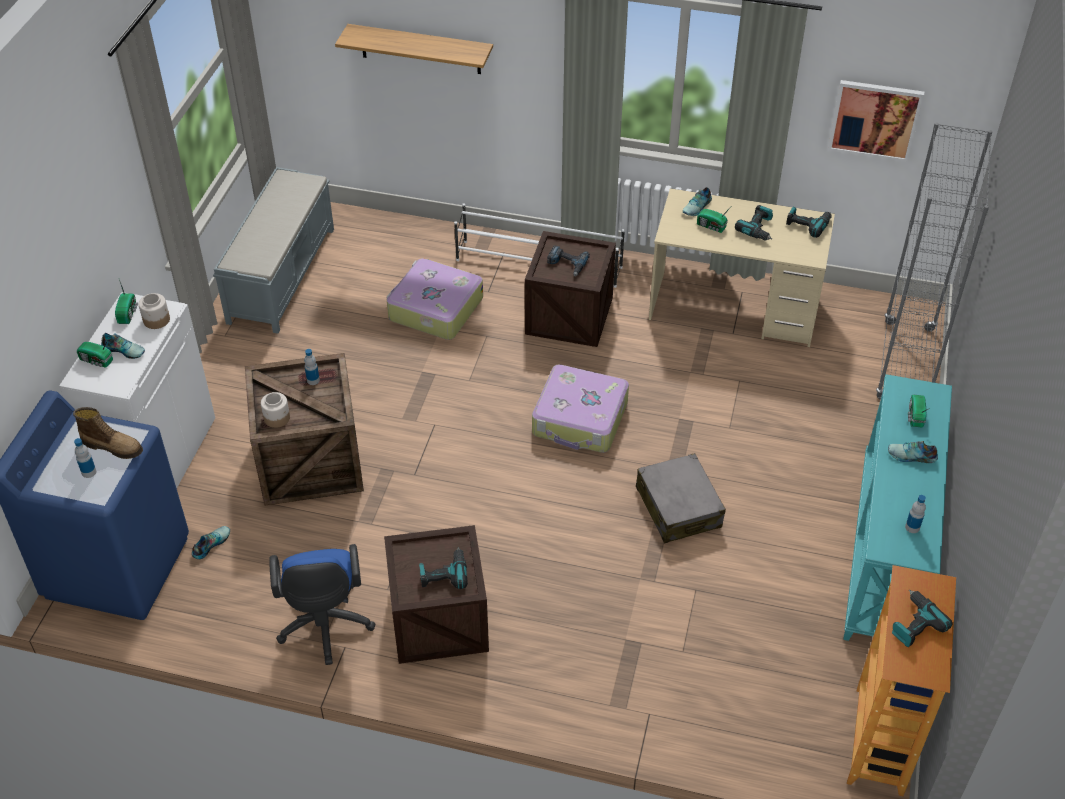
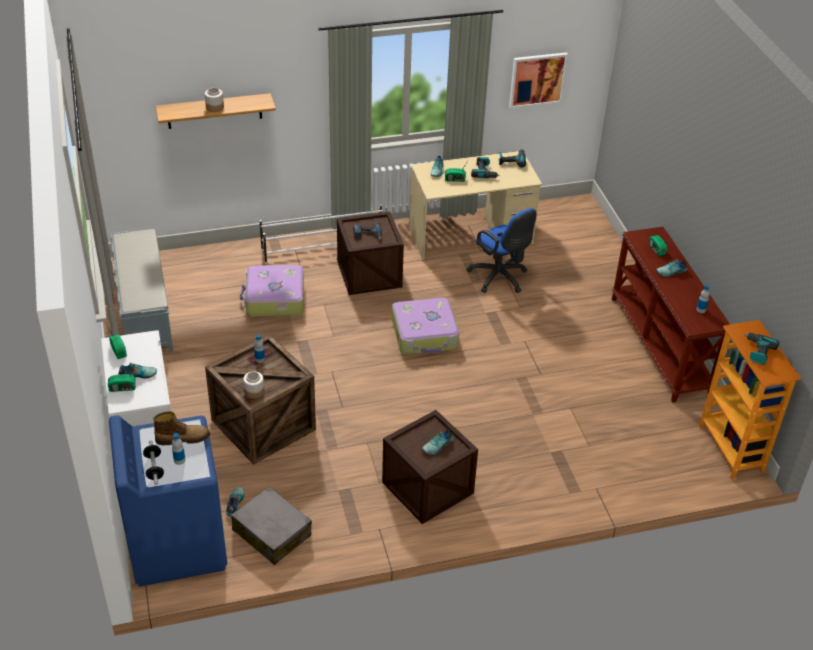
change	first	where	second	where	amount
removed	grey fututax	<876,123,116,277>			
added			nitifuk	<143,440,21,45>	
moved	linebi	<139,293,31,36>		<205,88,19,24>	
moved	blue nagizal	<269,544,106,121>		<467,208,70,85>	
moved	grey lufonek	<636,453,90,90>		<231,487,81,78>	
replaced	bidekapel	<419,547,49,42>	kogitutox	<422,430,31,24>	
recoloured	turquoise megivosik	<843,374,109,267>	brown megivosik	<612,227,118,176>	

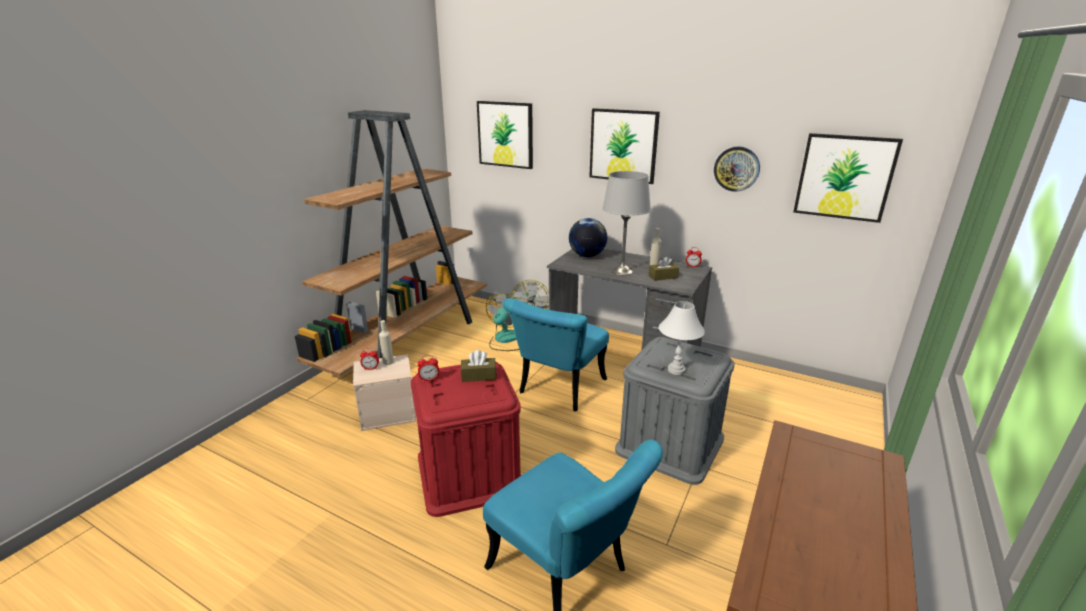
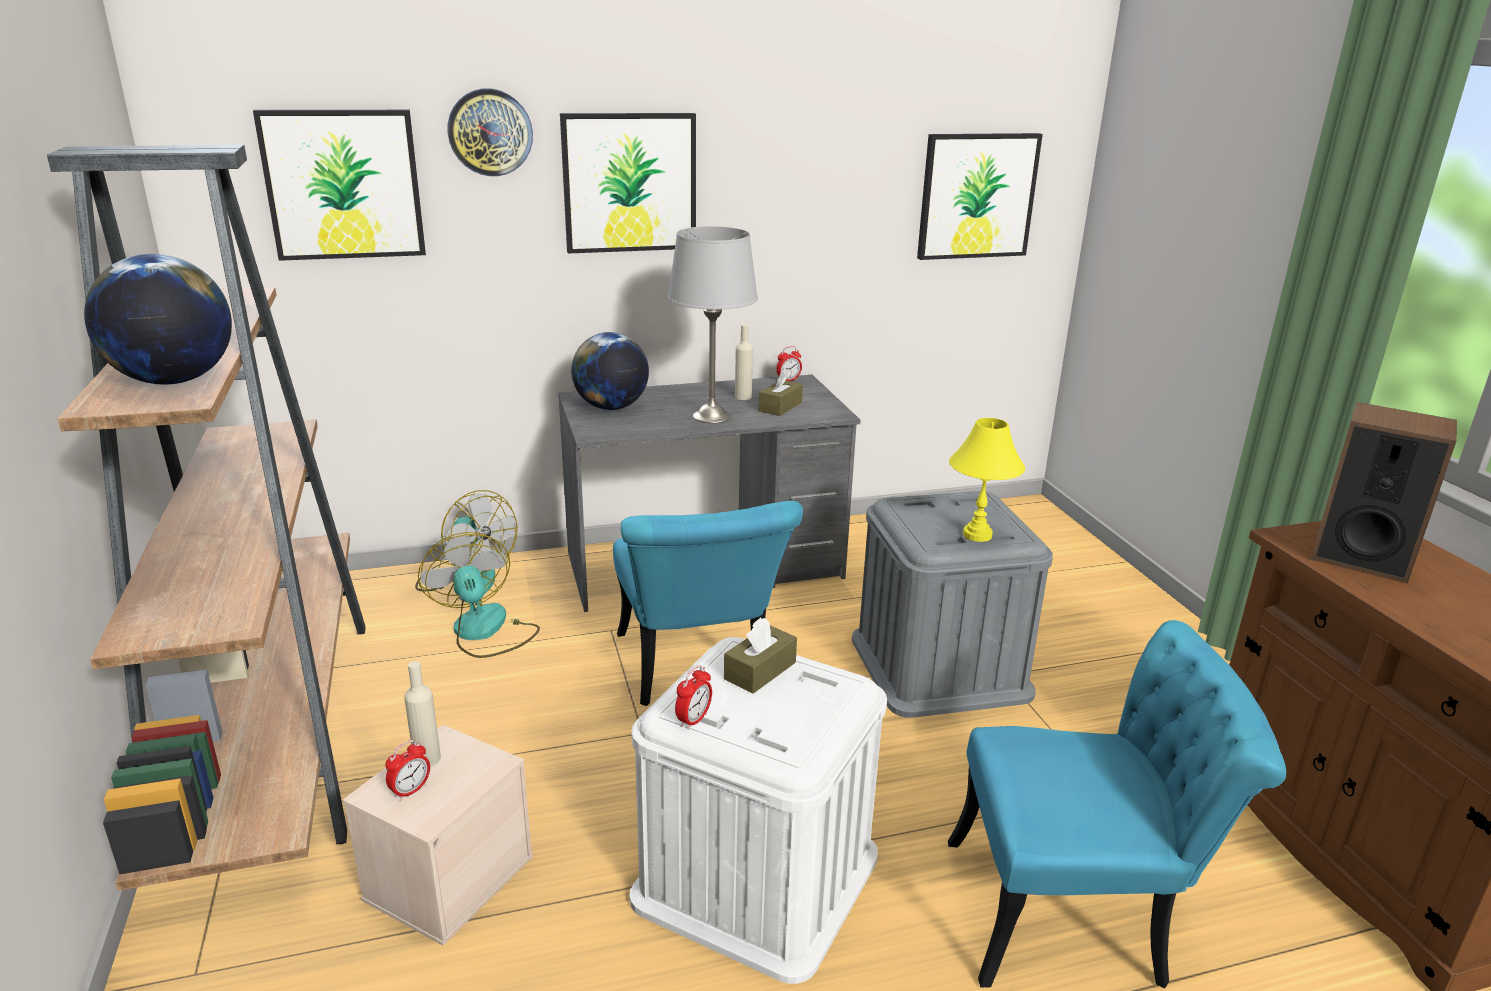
change	first	where	second	where	amount
added			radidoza	<84,254,148,131>	
added			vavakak	<1311,402,146,182>	
moved	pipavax	<714,146,46,46>		<448,89,85,87>	
recoloured	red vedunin	<411,361,110,156>	white vedunin	<629,637,258,347>	
recoloured	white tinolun	<659,301,46,74>	yellow tinolun	<949,418,76,124>	

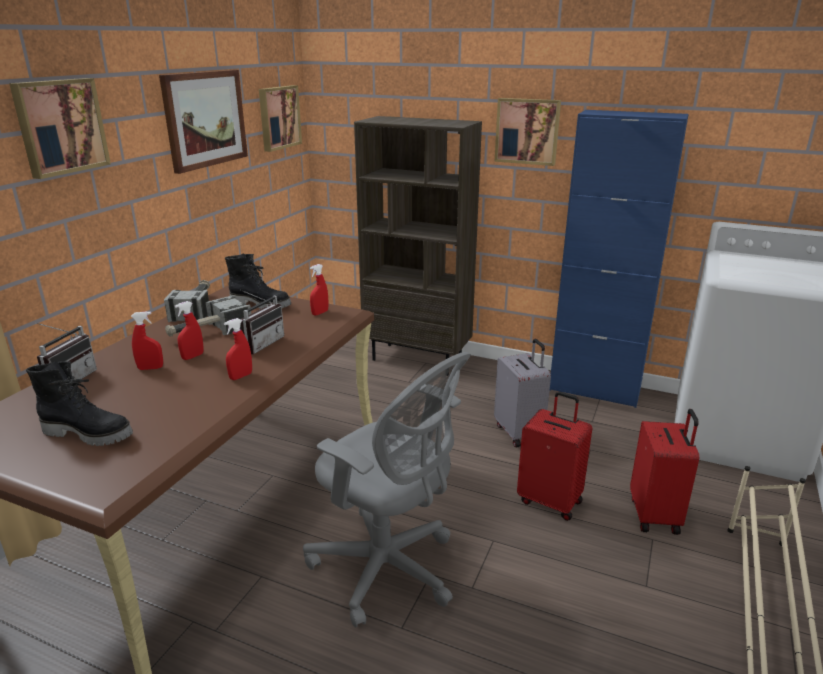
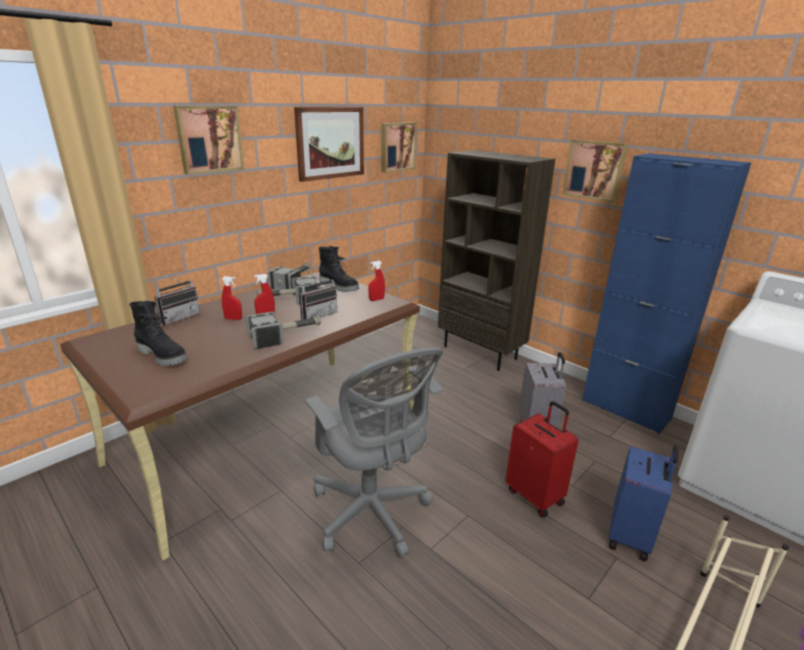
change	first	where	second	where	amount
replaced	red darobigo	<224,318,28,62>	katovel	<245,312,76,37>	
recoloured	red lufonek	<630,409,69,126>	blue lufonek	<609,445,69,116>	

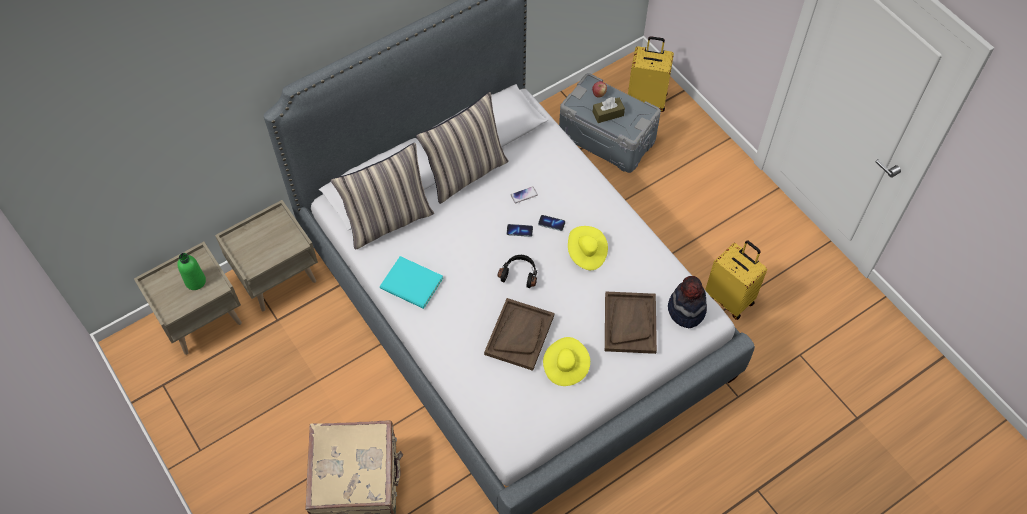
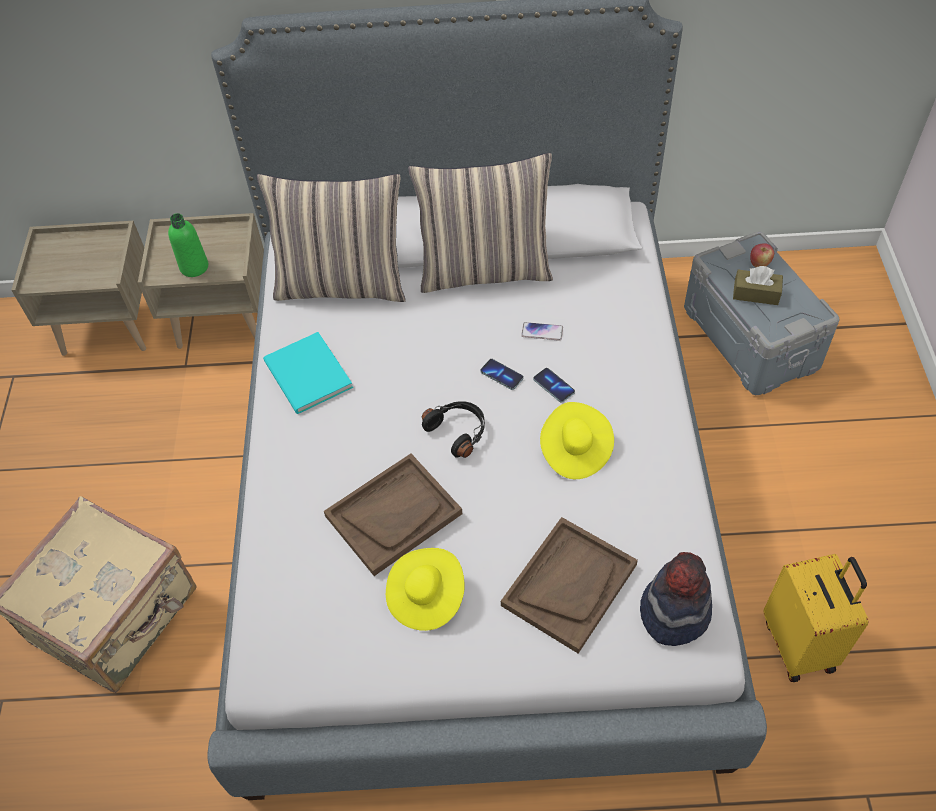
change	first	where	second	where	amount
removed	yellow lufonek	<628,36,46,76>			
moved	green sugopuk	<177,253,29,37>		<168,213,40,64>	

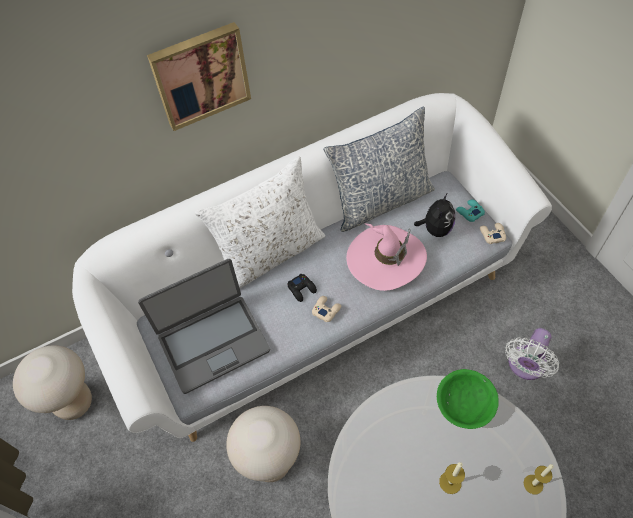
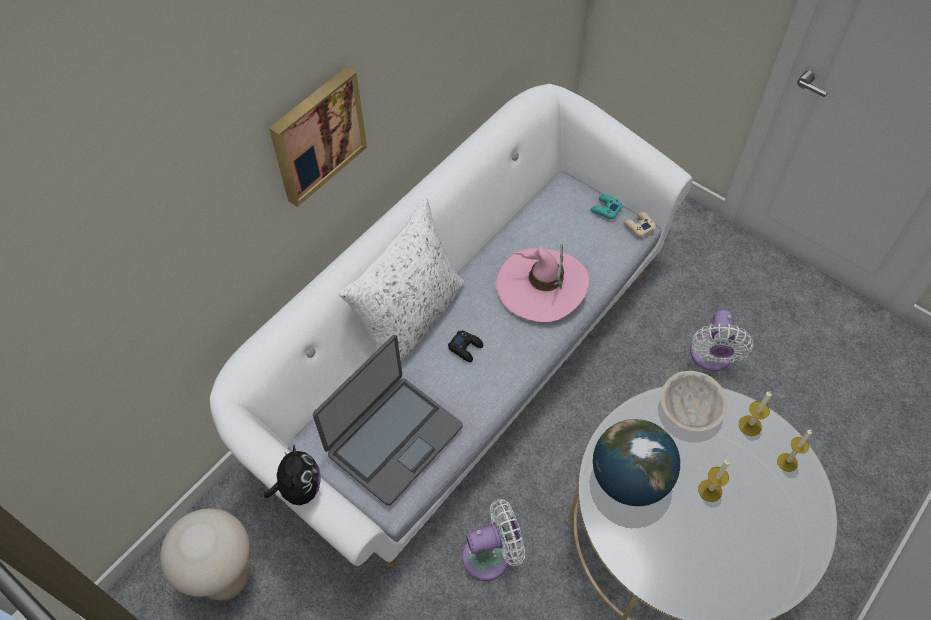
change	first	where	second	where	amount
removed	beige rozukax	<312,296,29,27>			
removed	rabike	<323,107,112,125>			
added			radidoza	<593,419,87,87>	
added			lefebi	<739,391,33,45>	
moved	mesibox	<414,194,41,43>		<264,444,57,61>	
replaced	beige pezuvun	<226,406,74,76>	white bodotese	<462,499,63,82>	
recoloured	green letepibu	<437,369,62,60>	beige letepibu	<660,371,67,61>	

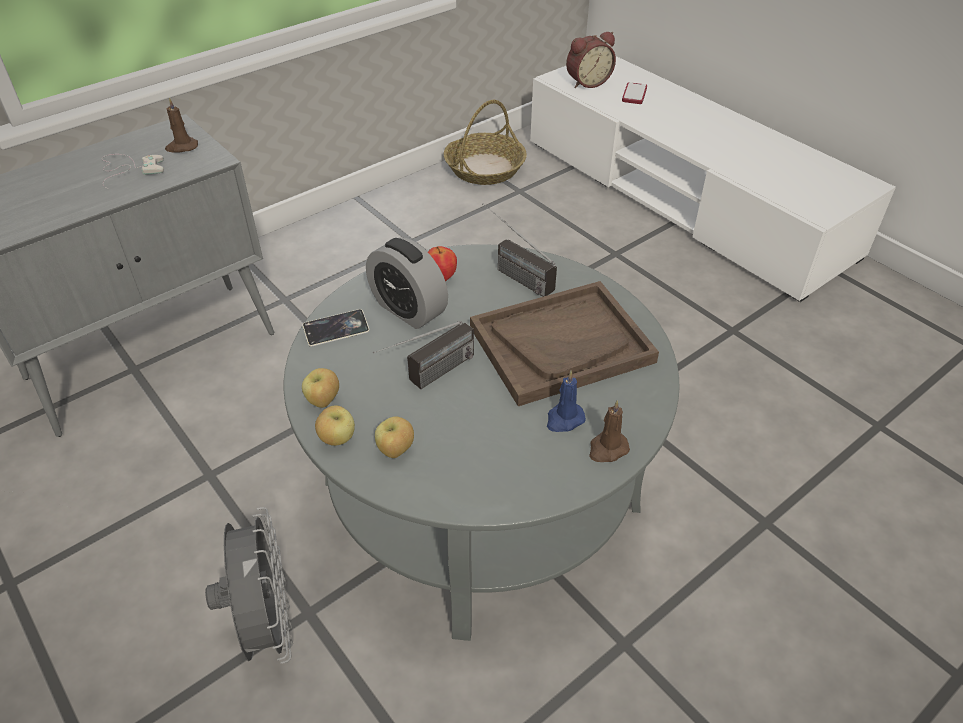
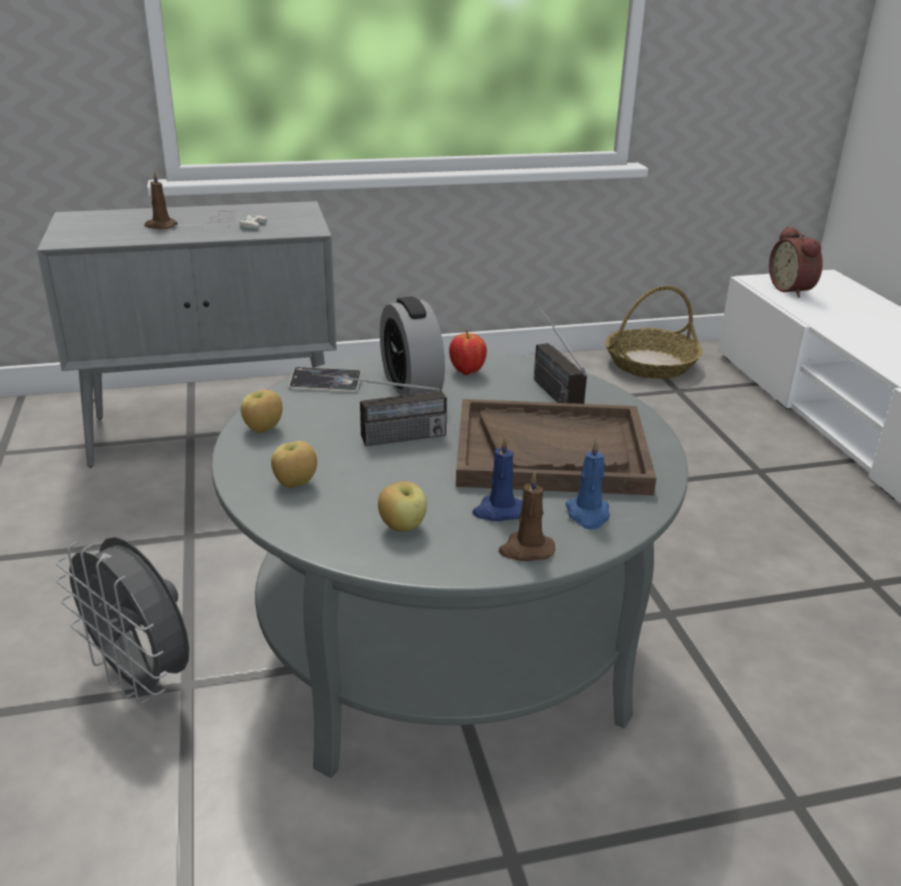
change	first	where	second	where	amount
removed	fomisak	<622,82,25,22>			
added			blue lefebi	<565,438,45,92>	
moved	brown lefebi	<165,98,33,55>		<144,171,34,58>	
moved	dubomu	<315,405,40,41>		<378,482,49,50>	
turned	grey bodotese	<205,507,88,157>		<56,537,133,167>	120 degrees clockwise
turned	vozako	<566,32,50,56>		<769,226,54,72>	75 degrees clockwise

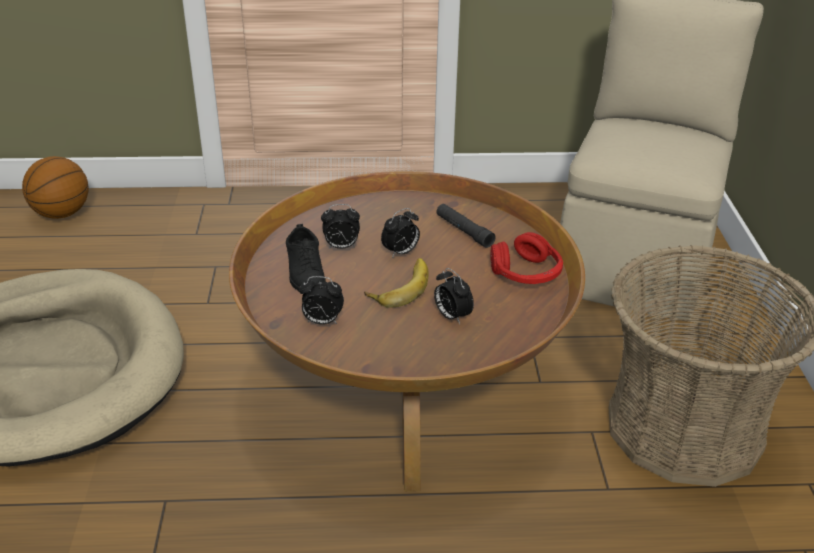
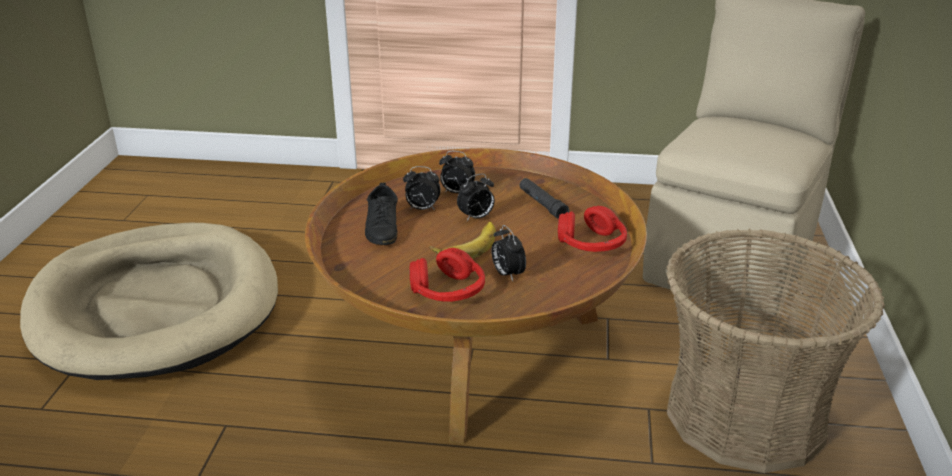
change	first	where	second	where	amount
removed	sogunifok	<22,156,67,63>			
added			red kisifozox	<409,248,76,54>	
moved	vozako	<299,276,45,49>		<439,151,36,42>	

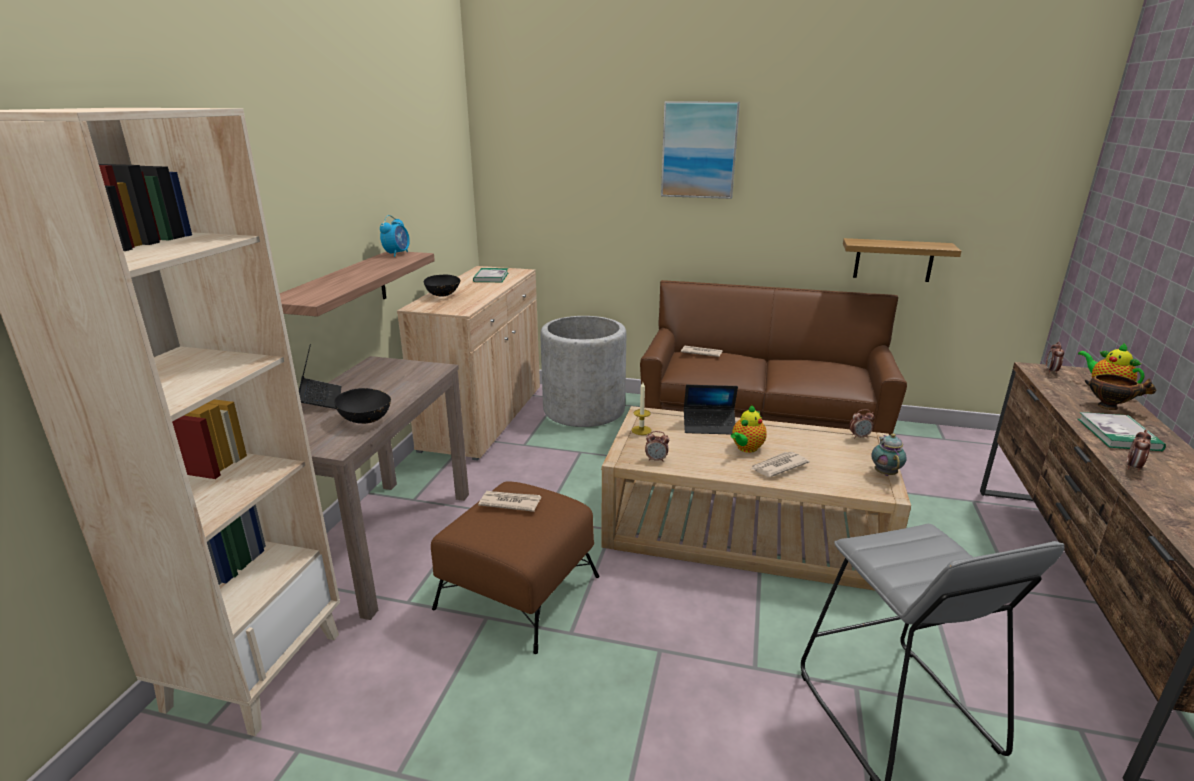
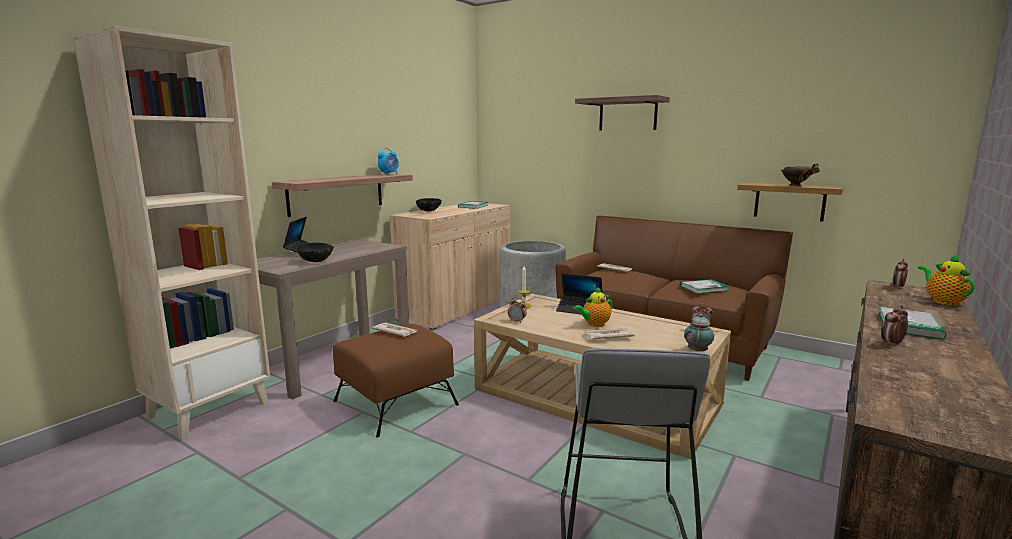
change	first	where	second	where	amount
added			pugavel	<680,279,49,15>	
moved	letepibu	<1085,374,72,36>		<781,164,39,22>	
replaced	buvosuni	<661,102,79,97>	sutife	<575,95,95,36>	

